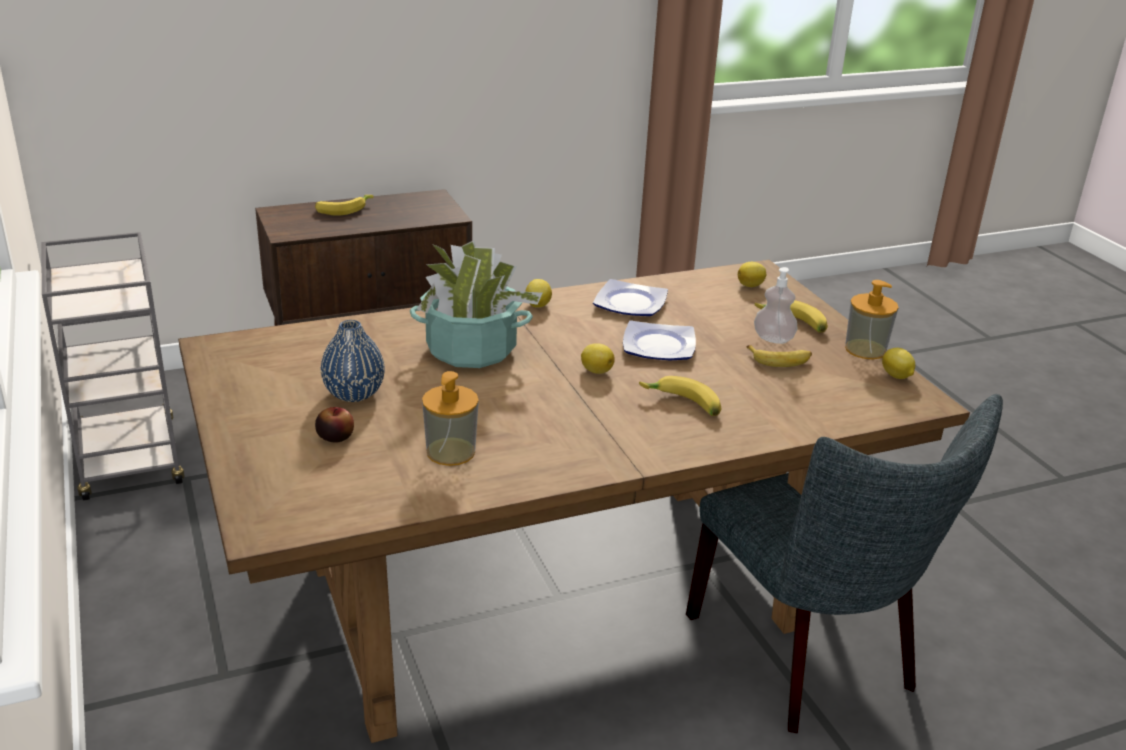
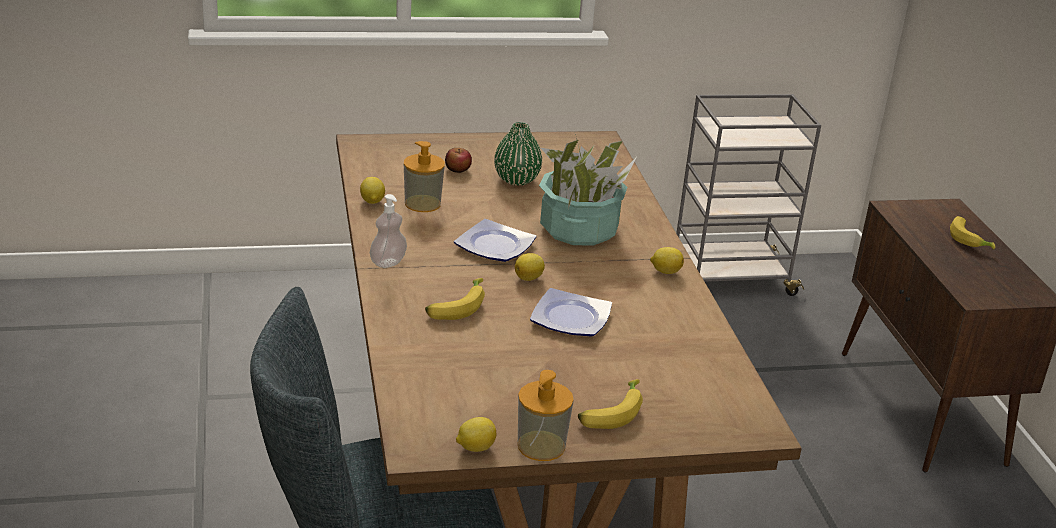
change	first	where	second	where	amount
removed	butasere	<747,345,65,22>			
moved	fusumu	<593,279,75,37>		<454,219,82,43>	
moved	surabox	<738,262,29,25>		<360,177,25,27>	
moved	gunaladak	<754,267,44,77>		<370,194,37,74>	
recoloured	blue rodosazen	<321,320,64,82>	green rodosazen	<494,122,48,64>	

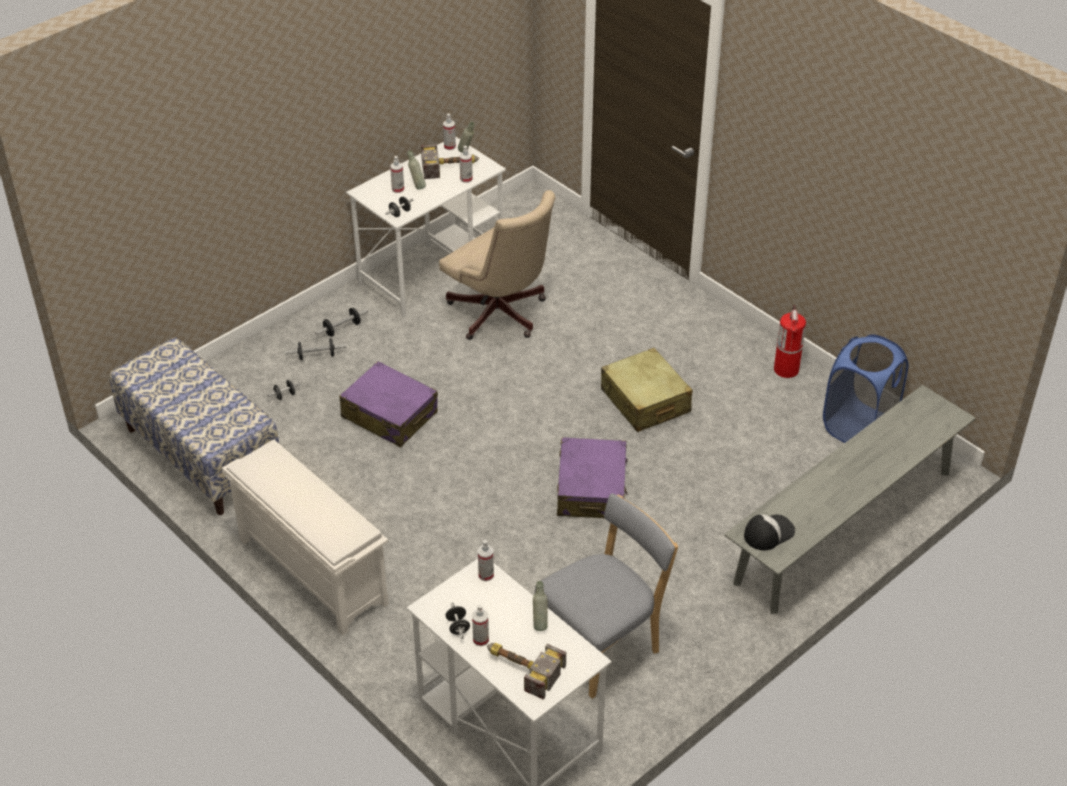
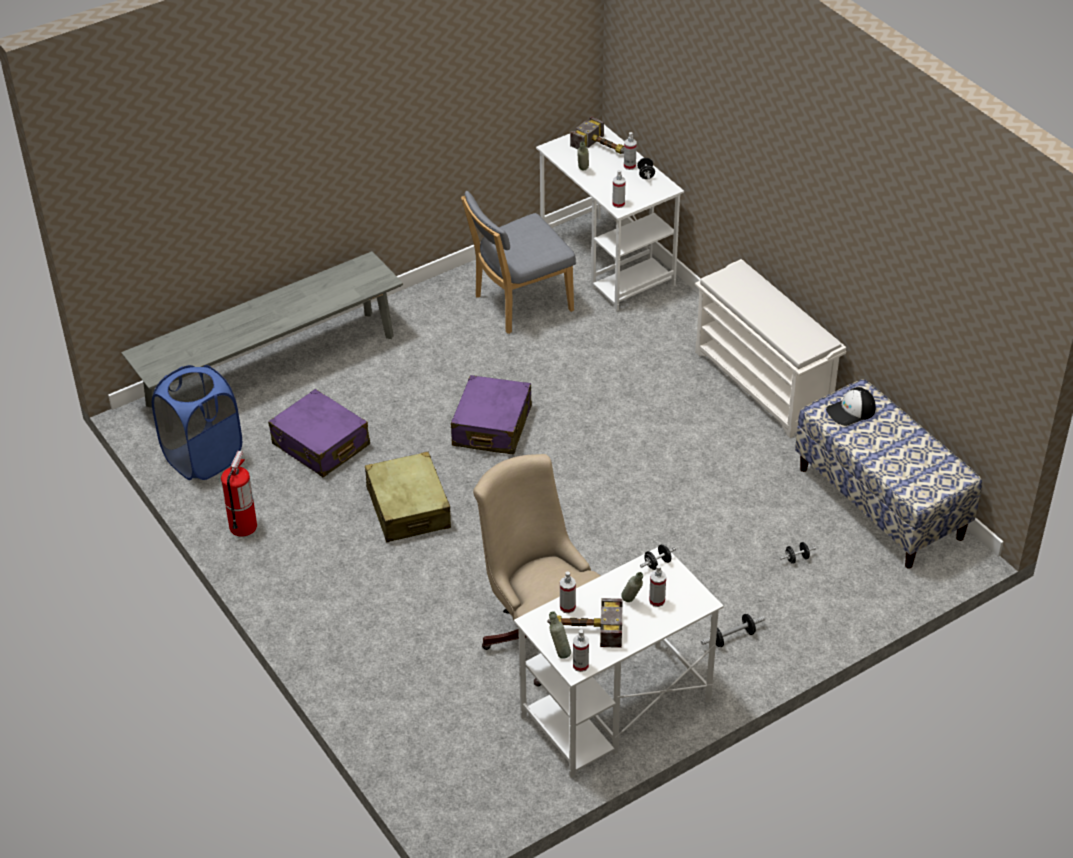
change	first	where	second	where	amount
removed	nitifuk	<285,338,62,22>			
moved	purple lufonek	<340,361,98,86>		<268,389,102,88>	
moved	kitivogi	<744,514,51,36>		<826,387,50,39>	

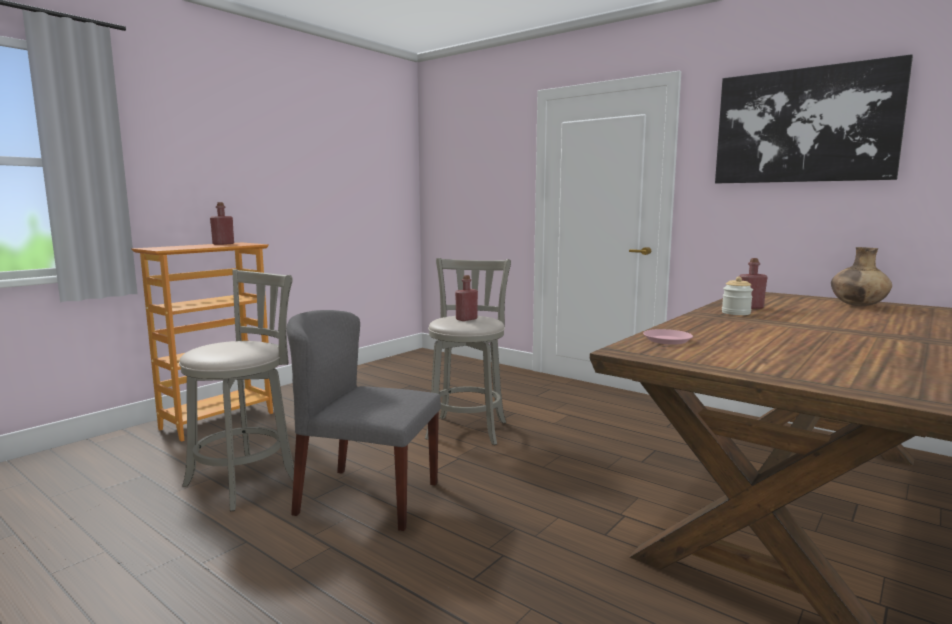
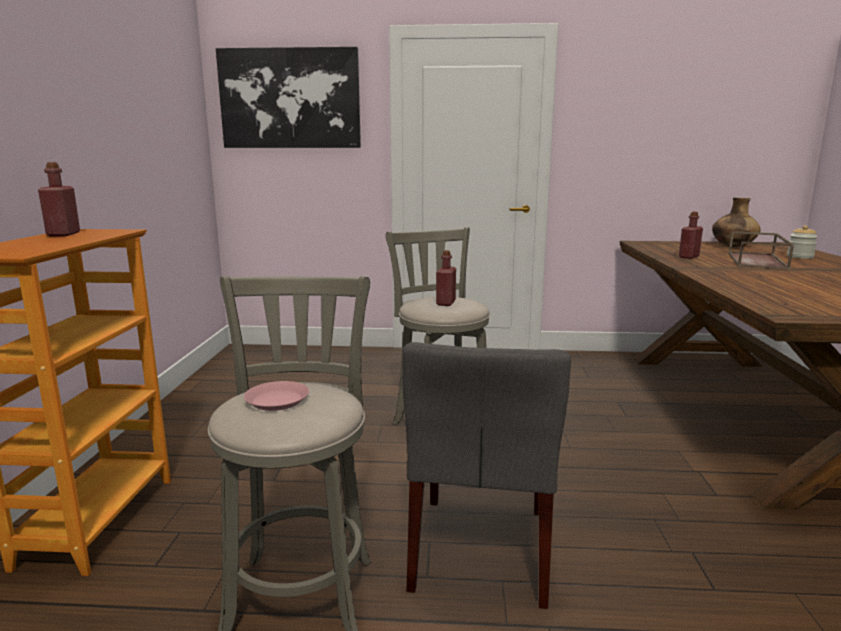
change	first	where	second	where	amount
added			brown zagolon	<728,231,66,39>	
moved	pink fusumu	<643,329,50,16>		<244,381,65,30>	
moved	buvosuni	<715,54,198,129>		<216,47,145,101>	
moved	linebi	<722,277,31,38>		<787,225,31,34>	
turned	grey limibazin	<287,310,154,221>		<402,342,169,267>	60 degrees counterclockwise

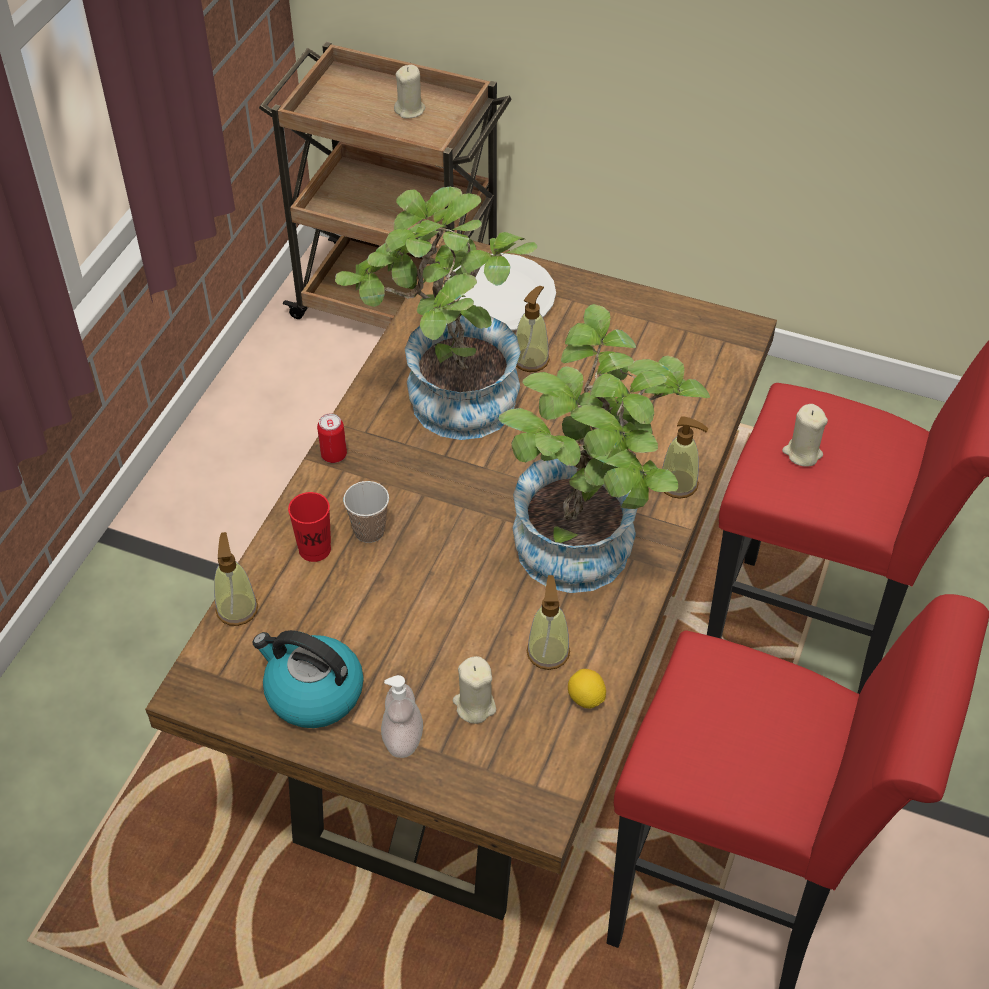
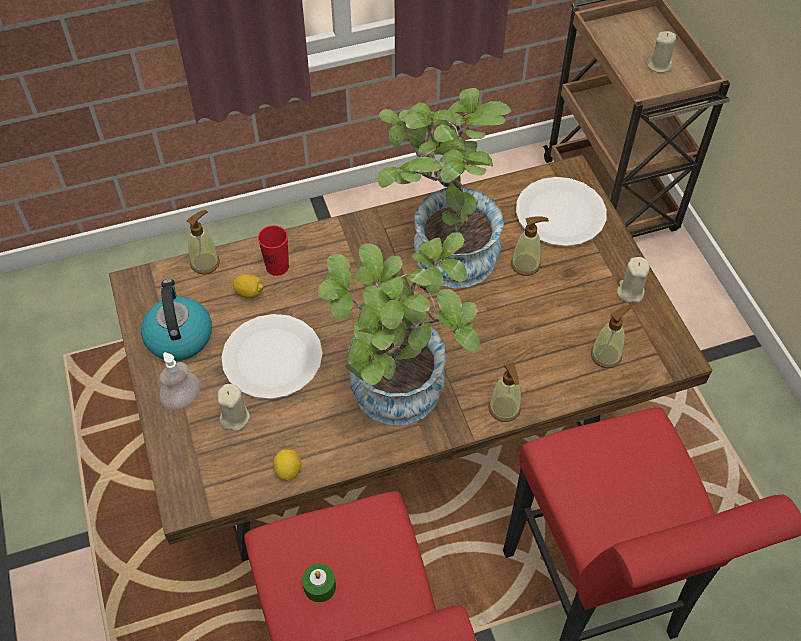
change	first	where	second	where	amount
removed	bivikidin	<317,413,30,50>			
removed	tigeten	<343,481,46,62>			
added			white fusumu	<221,314,102,85>	
added			surabox	<233,274,31,25>	
added			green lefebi	<302,563,34,40>	
moved	gunaladak	<527,575,43,95>		<591,305,41,63>	
moved	beige lefebi	<782,404,46,63>		<617,257,33,46>	

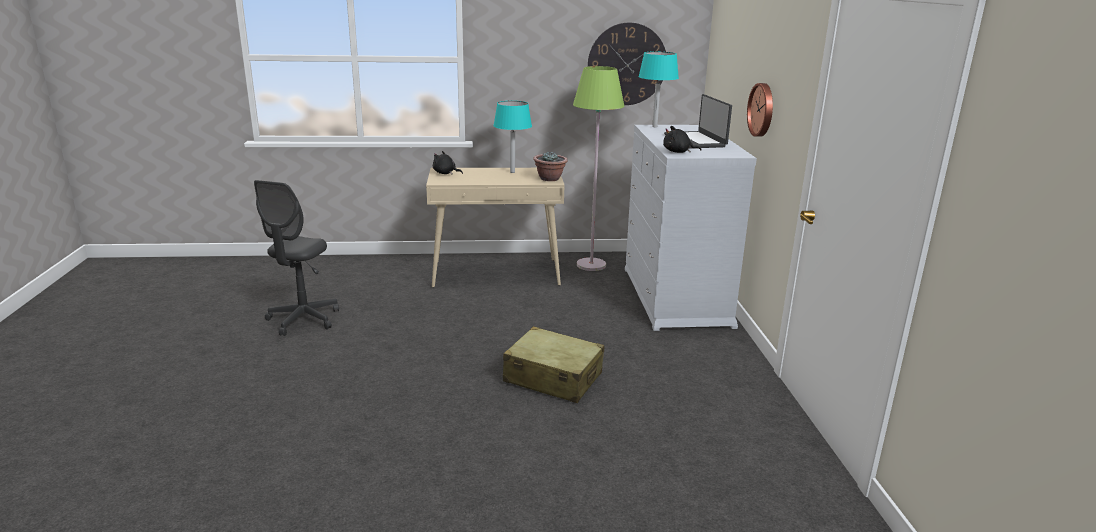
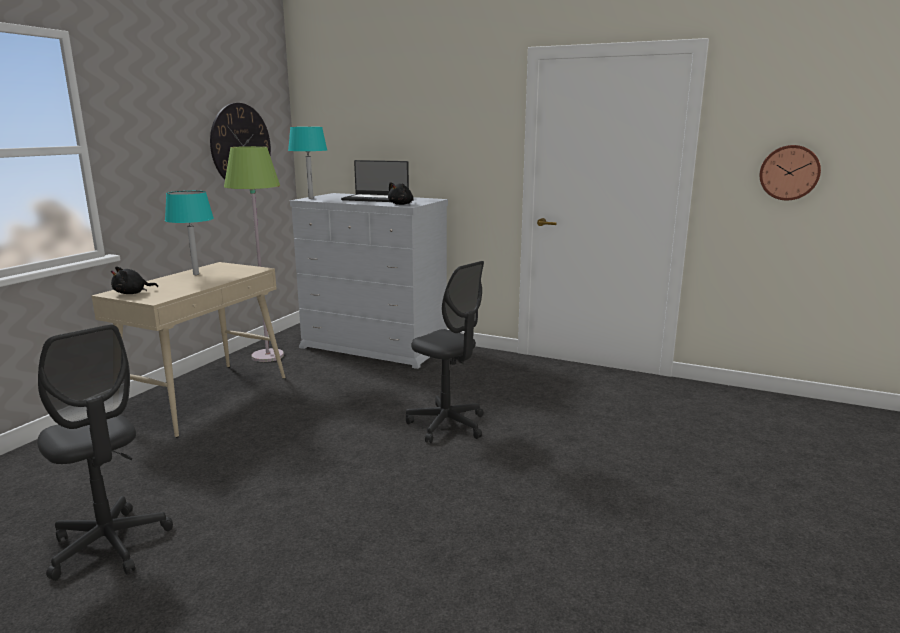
change	first	where	second	where	amount
removed	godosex	<533,151,35,30>			
moved	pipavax	<747,83,26,54>		<760,145,61,55>	
replaced	beige lufonek	<503,326,101,77>	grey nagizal	<406,261,78,182>	

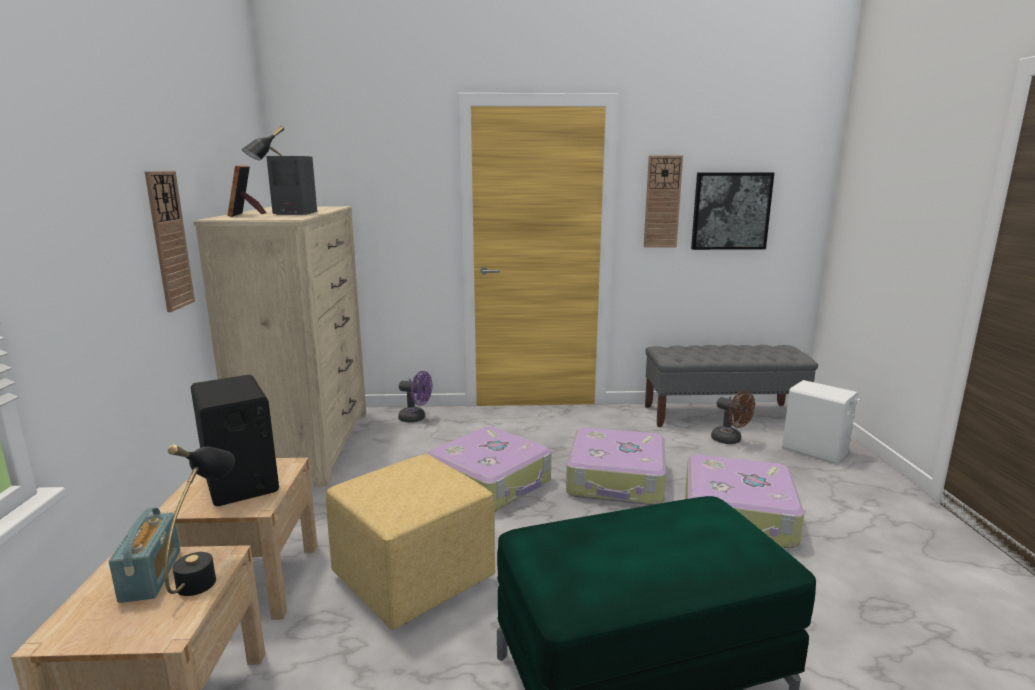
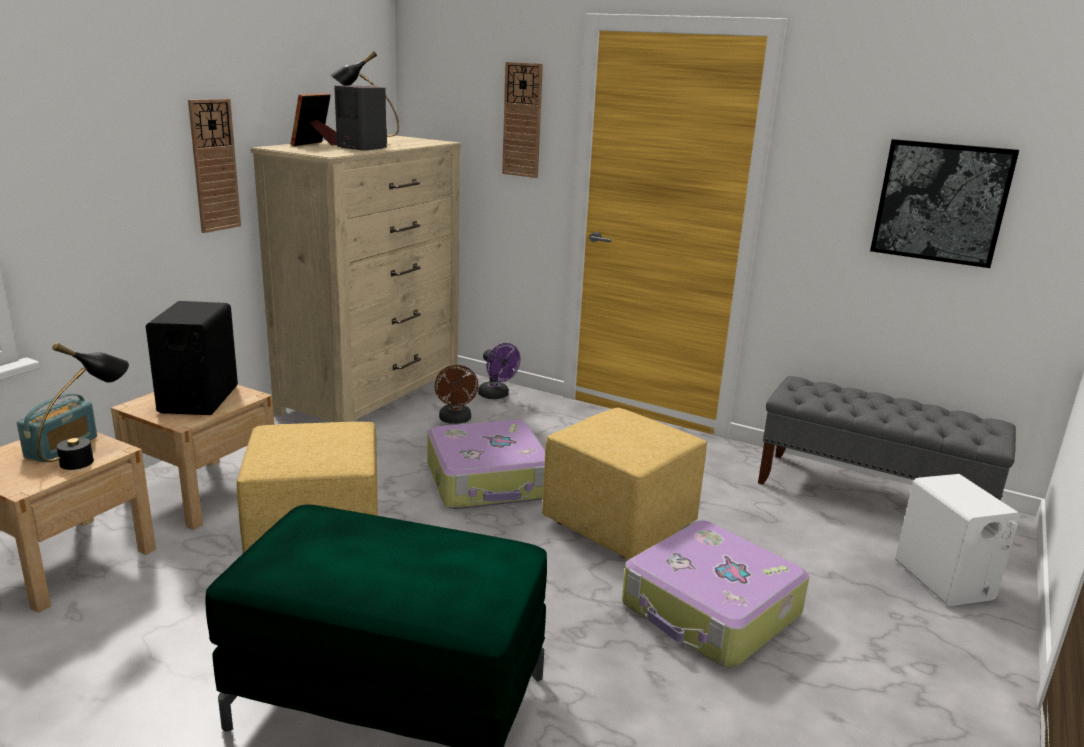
change	first	where	second	where	amount
moved	pipavax	<644,156,39,92>		<502,62,41,116>	
moved	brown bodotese	<711,391,44,53>		<435,365,43,59>	
replaced	lufonek	<566,428,100,77>	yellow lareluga	<542,408,165,152>	

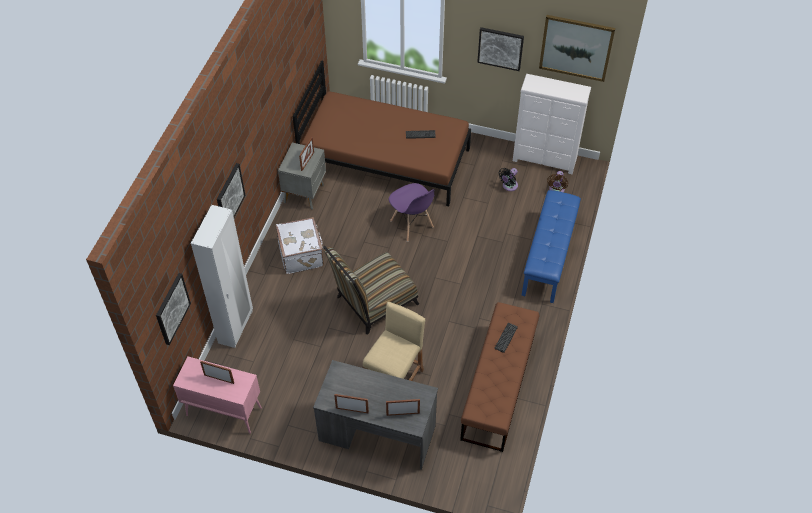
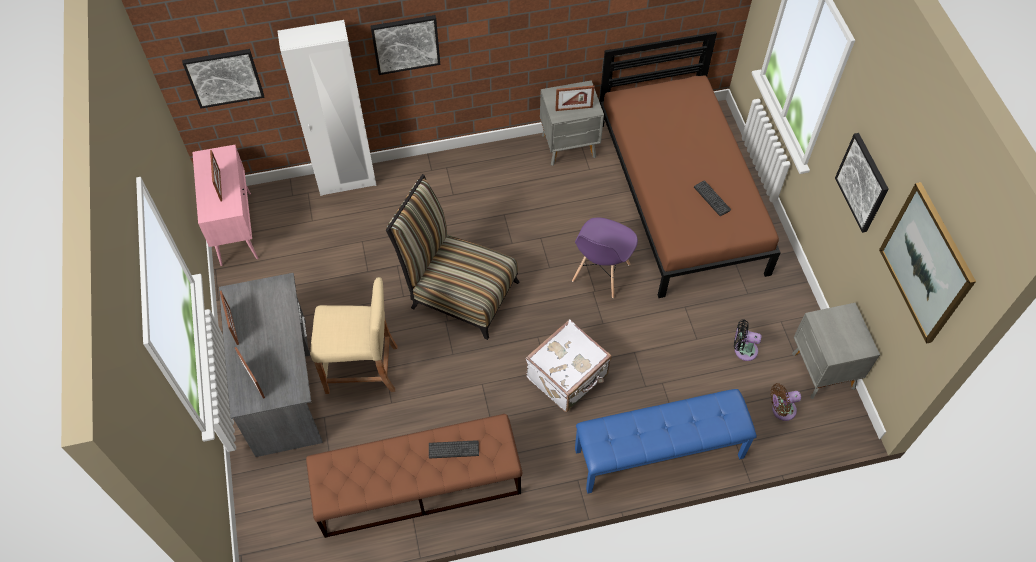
change	first	where	second	where	amount
moved	white lufonek	<276,217,48,57>		<526,319,86,93>	
replaced	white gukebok	<513,74,78,100>	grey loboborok	<792,303,88,96>	

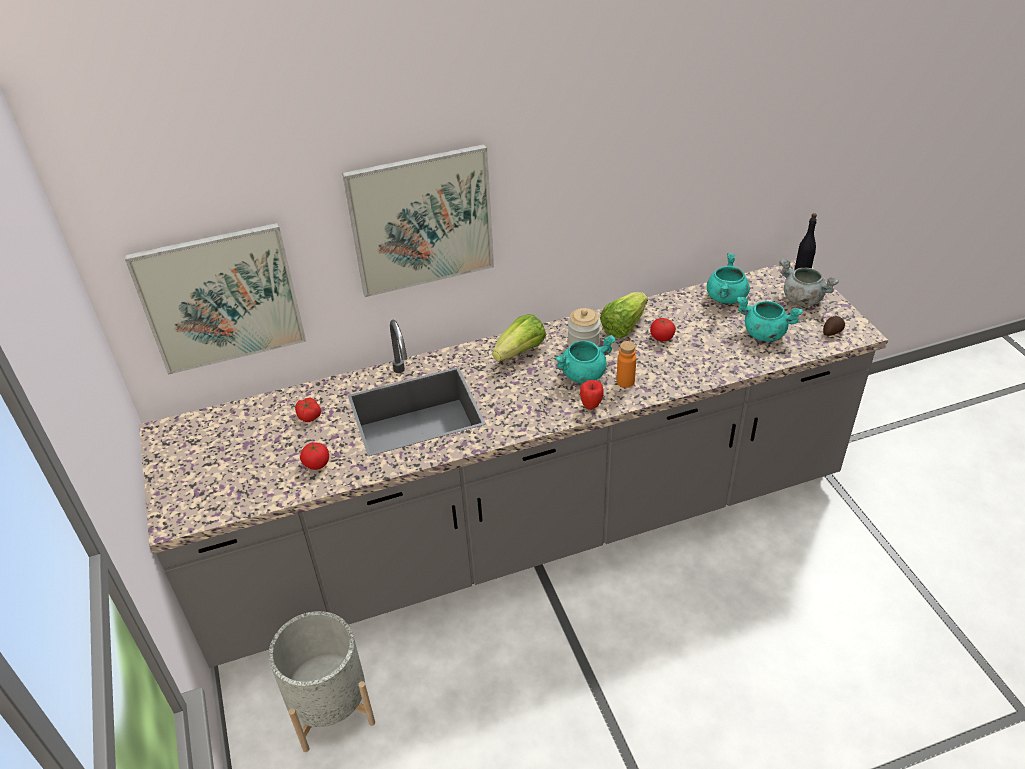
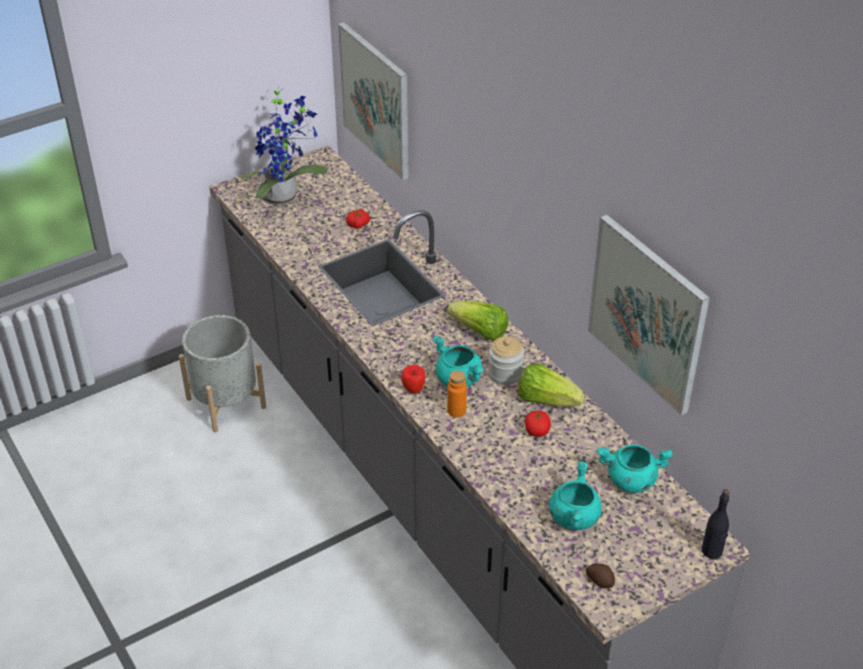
change	first	where	second	where	amount
removed	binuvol	<300,442,29,28>			
removed	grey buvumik	<779,259,60,47>			
added			godosex	<241,85,87,121>	
moved	buvosuni	<342,144,152,153>		<588,215,122,201>	

